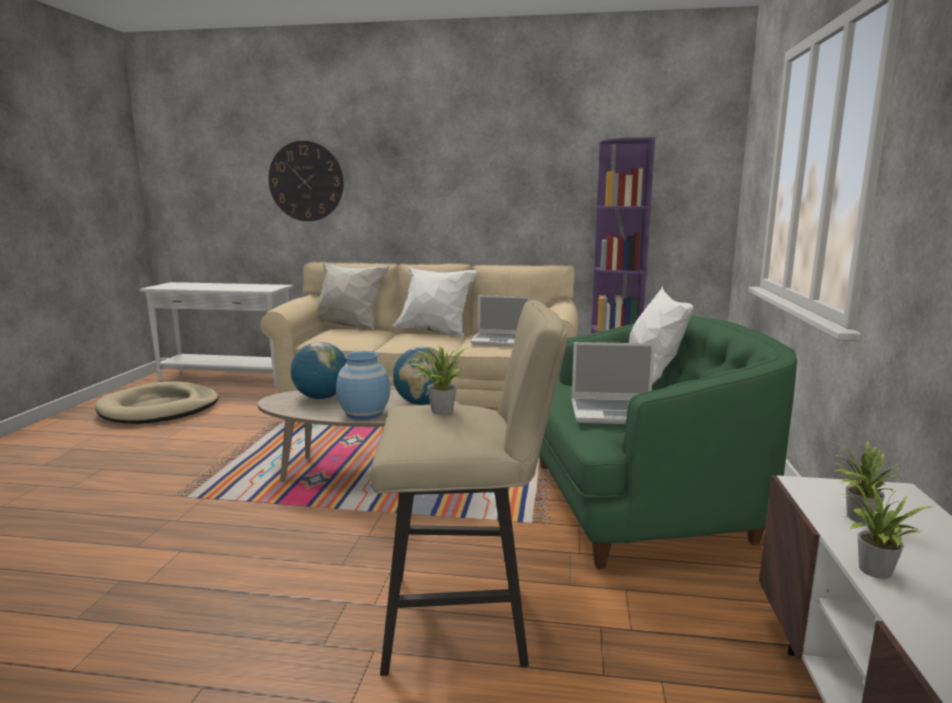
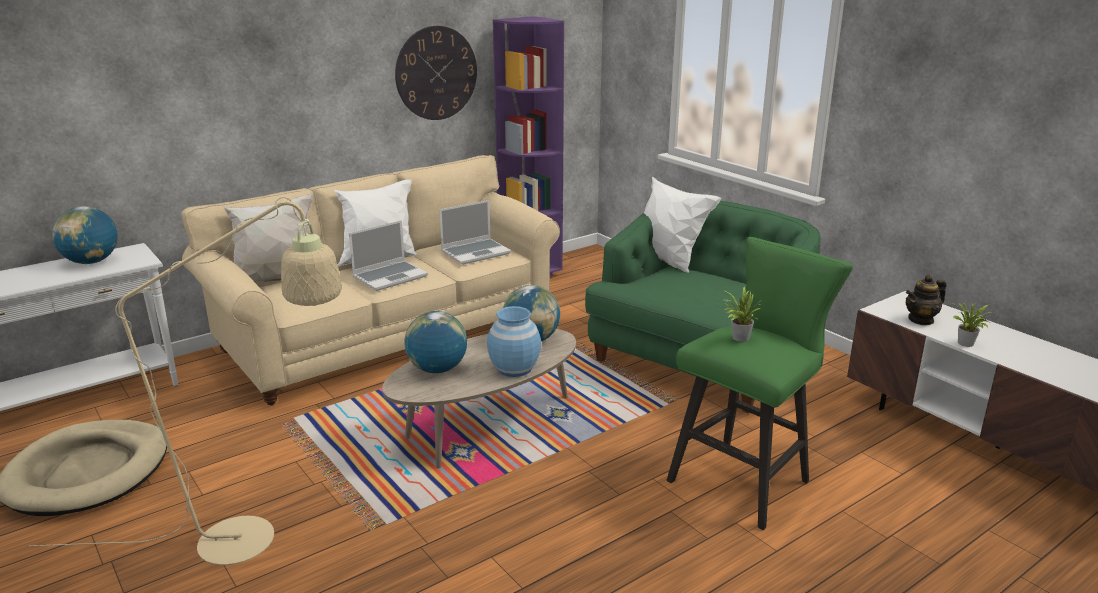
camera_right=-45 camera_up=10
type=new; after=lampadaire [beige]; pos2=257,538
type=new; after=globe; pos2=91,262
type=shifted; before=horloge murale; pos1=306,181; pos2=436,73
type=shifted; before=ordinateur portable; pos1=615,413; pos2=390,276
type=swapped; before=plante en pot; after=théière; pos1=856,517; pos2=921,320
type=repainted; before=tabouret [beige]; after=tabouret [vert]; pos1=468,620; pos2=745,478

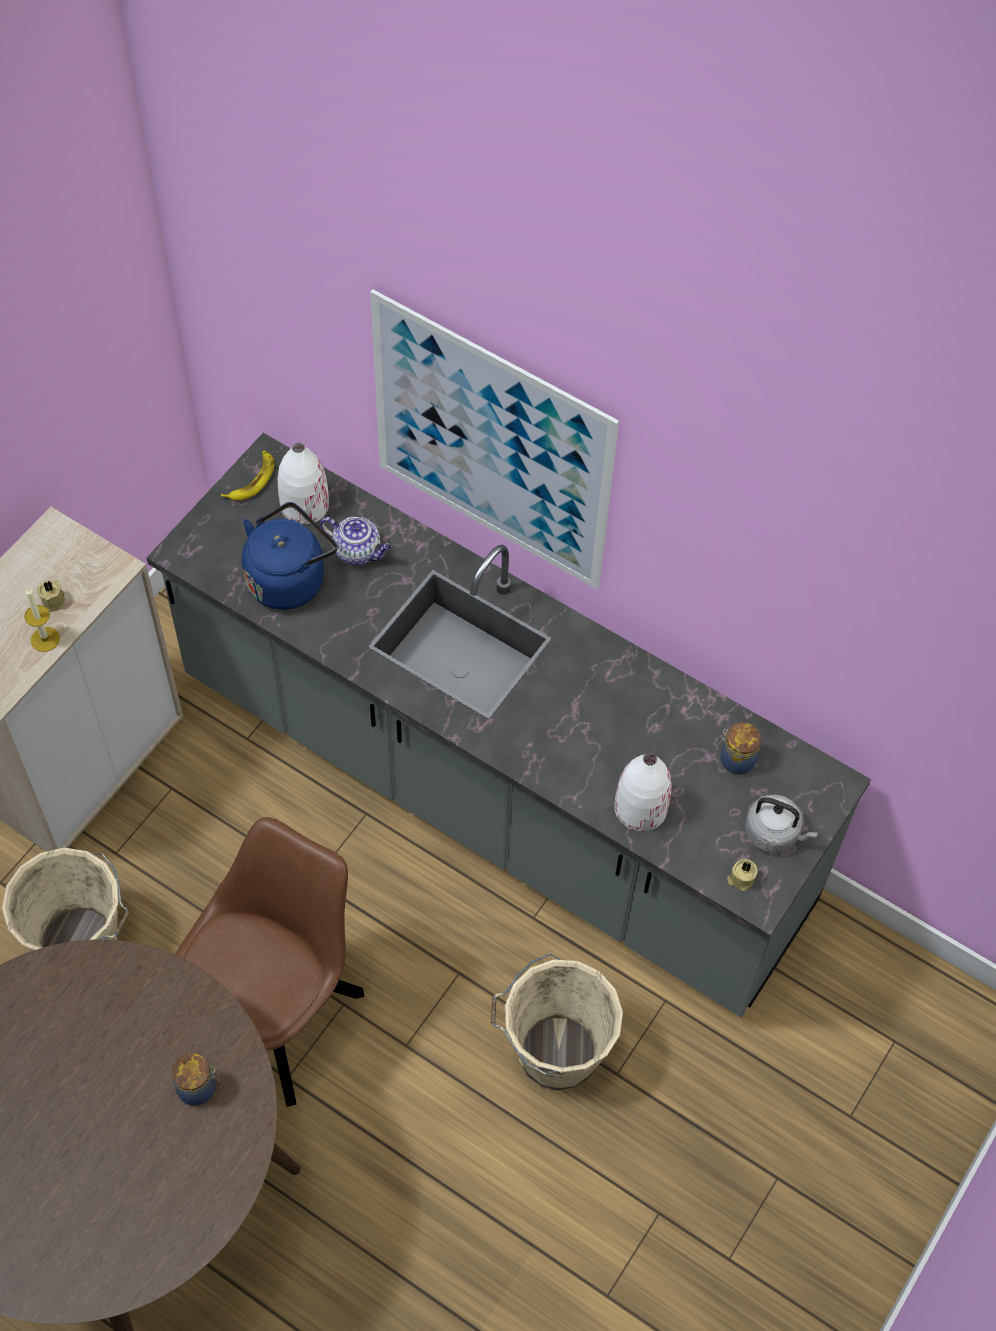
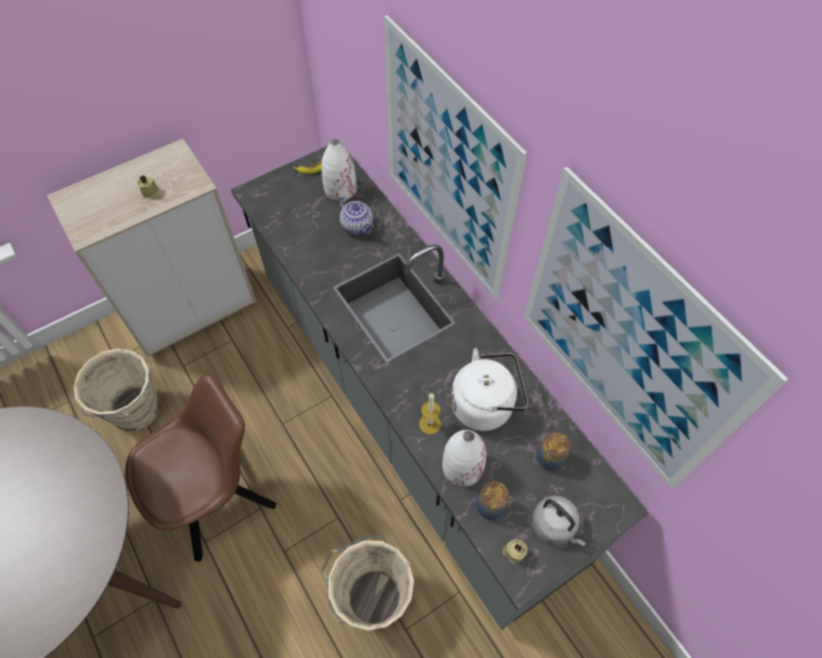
camera_right=25 camera_up=0
type=gone; before=bouilloire [bleu]; pos1=289,578
type=new; after=bouilloire [blanc]; pos2=485,404
type=new; after=tableau; pos2=625,339
type=shifted; before=bougie; pos1=45,639; pos2=430,424
type=shifted; before=bocal; pos1=199,1088; pos2=492,507

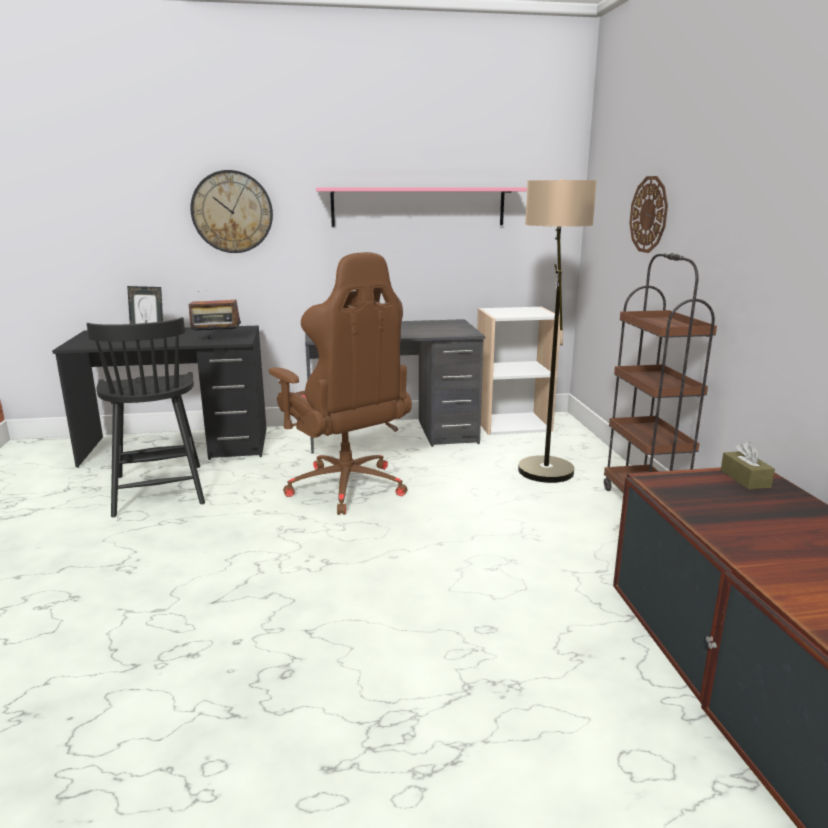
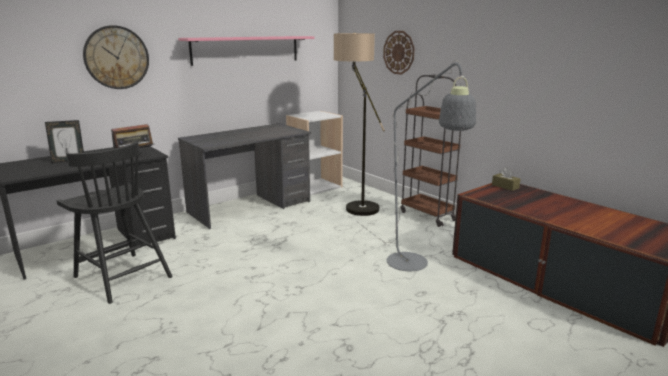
camera_right=-30 camera_up=0
type=gone; before=chaise de bureau [marron]; pos1=345,486
type=new; after=lampadaire [gris]; pos2=413,266

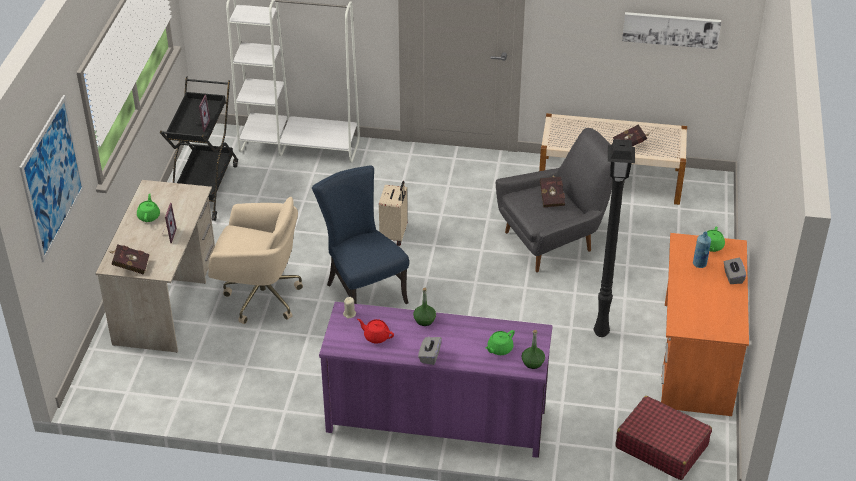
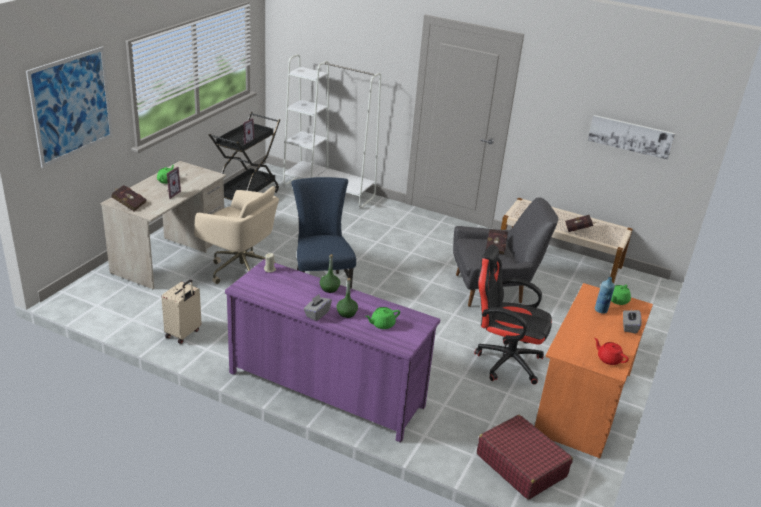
camera_right=15 camera_up=-10
type=shifted; before=théière [rouge]; pos1=376,336; pos2=608,359
type=shifted; before=valise [beige]; pos1=394,235; pos2=183,334
type=shifted; before=bouteille [vert]; pos1=532,363; pos2=346,313
type=swapped; before=lampadaire [noir]; after=chaise de bureau [noir]; pos1=600,332; pos2=503,361

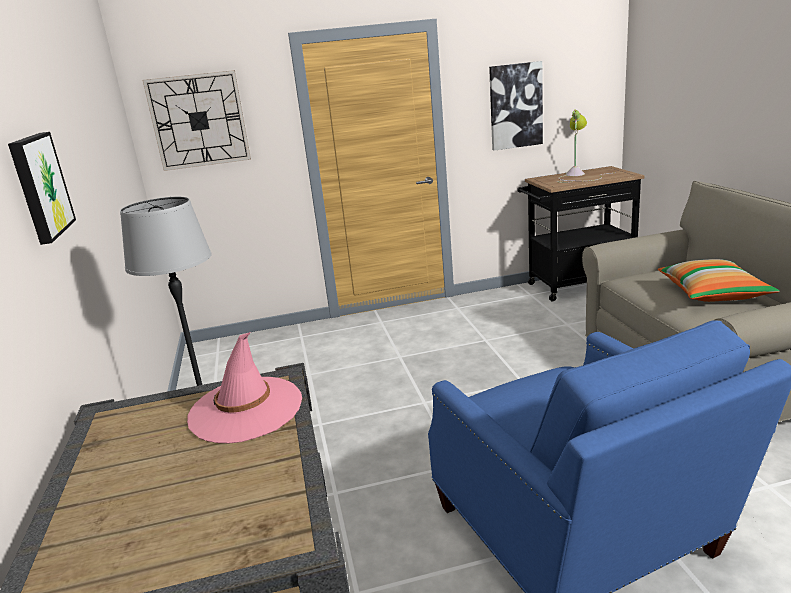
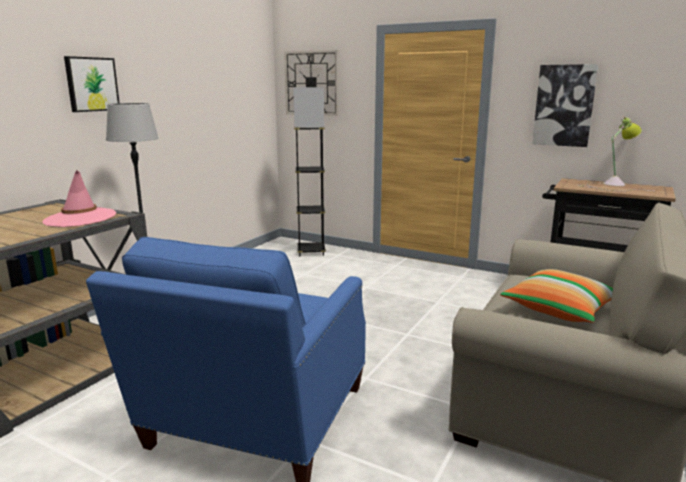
camera_right=40 camera_up=-5
type=new; after=lampadaire [gris]; pos2=311,252

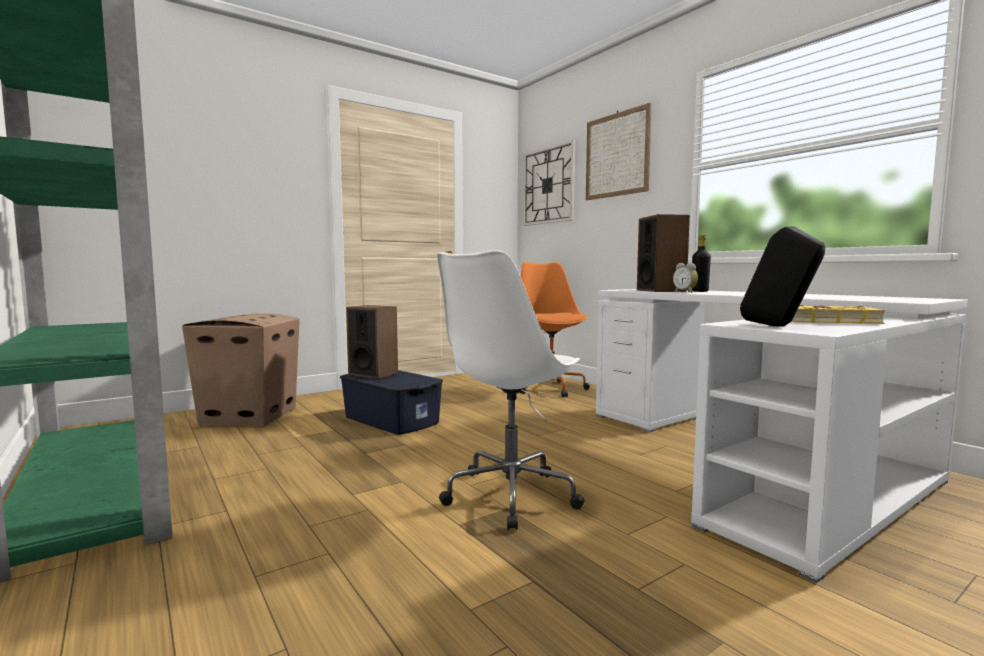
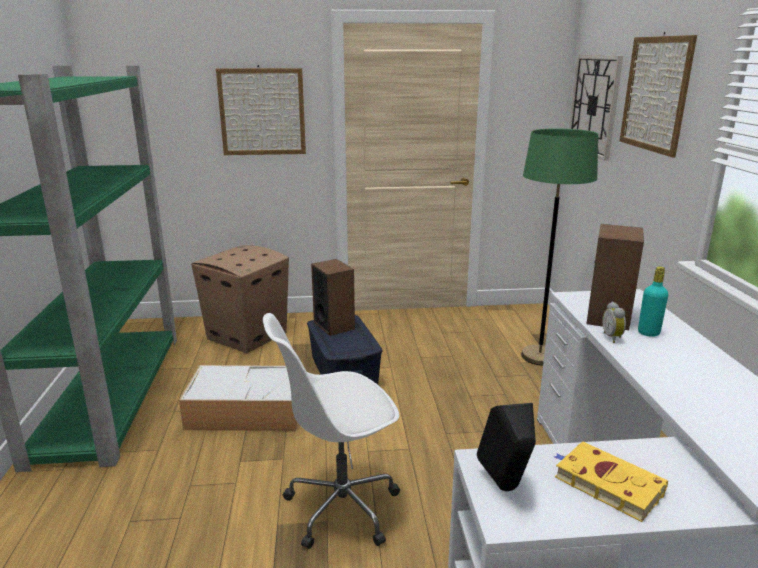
camera_right=30 camera_up=15
type=new; after=boîte de rangement; pos2=248,410
type=new; after=tableau; pos2=262,110
type=swapped; before=chaise de bureau [orange]; after=lampadaire [vert]; pos1=550,388; pos2=539,356
type=repainted; before=bouteille [noir]; after=bouteille [turquoise]; pos1=699,291; pos2=648,333

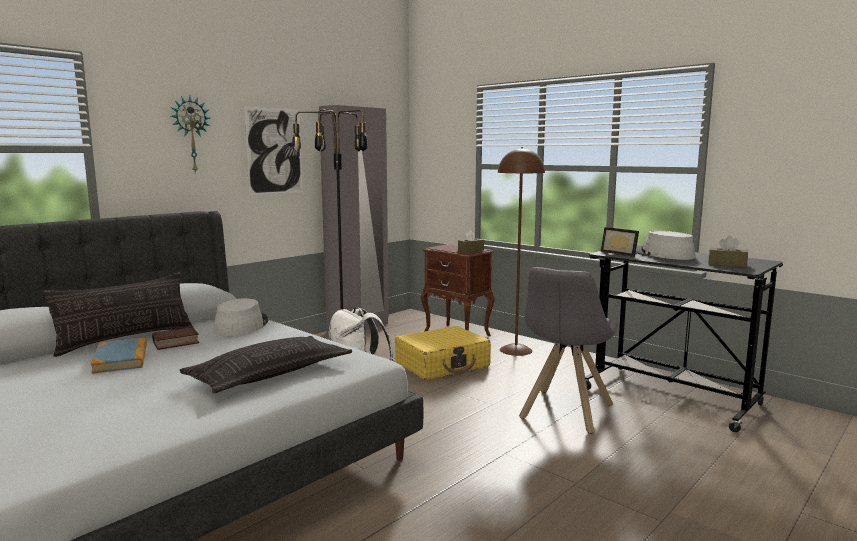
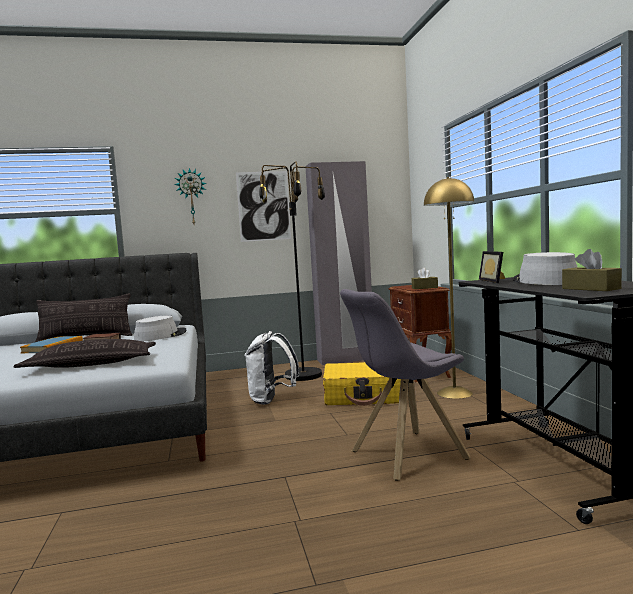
camera_right=35 camera_up=-5
type=repainted; before=lampadaire [marron]; after=lampadaire [jaune]; pos1=516,350; pos2=454,393

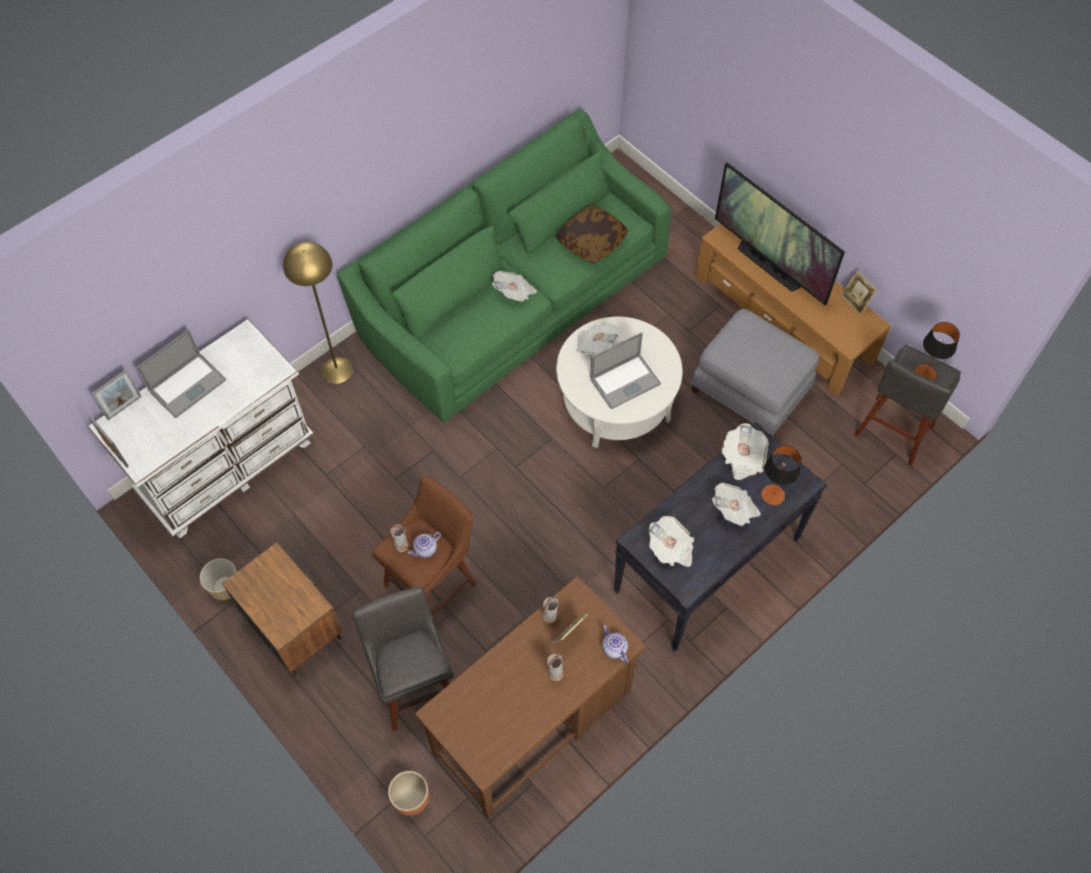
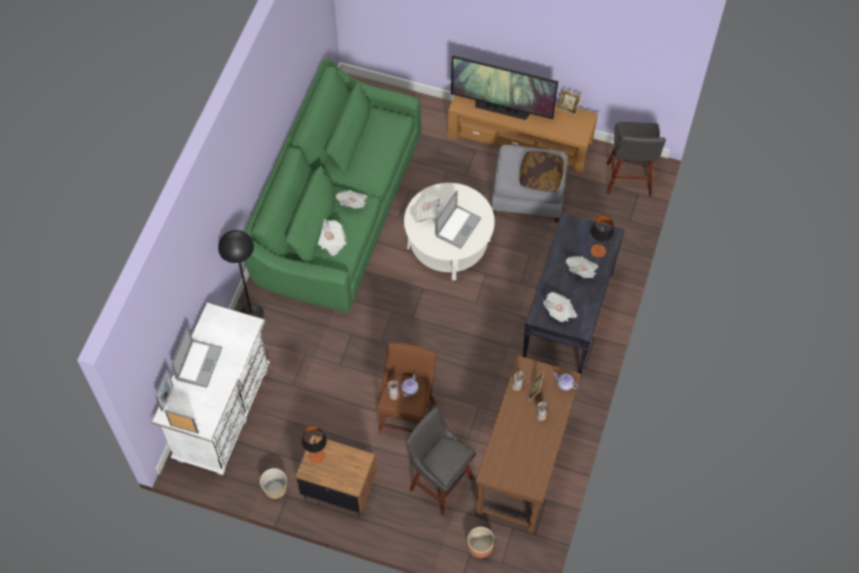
camera_right=-30 camera_up=0
type=shifted; before=coussin; pos1=591,241; pos2=541,176
type=shifted; before=journal; pos1=742,459; pos2=331,242
type=shifted; before=lampe de table; pos1=925,373; pos2=317,456
type=repainted; before=lampadaire [jaune]; after=lampadaire [noir]; pos1=337,370; pos2=251,314

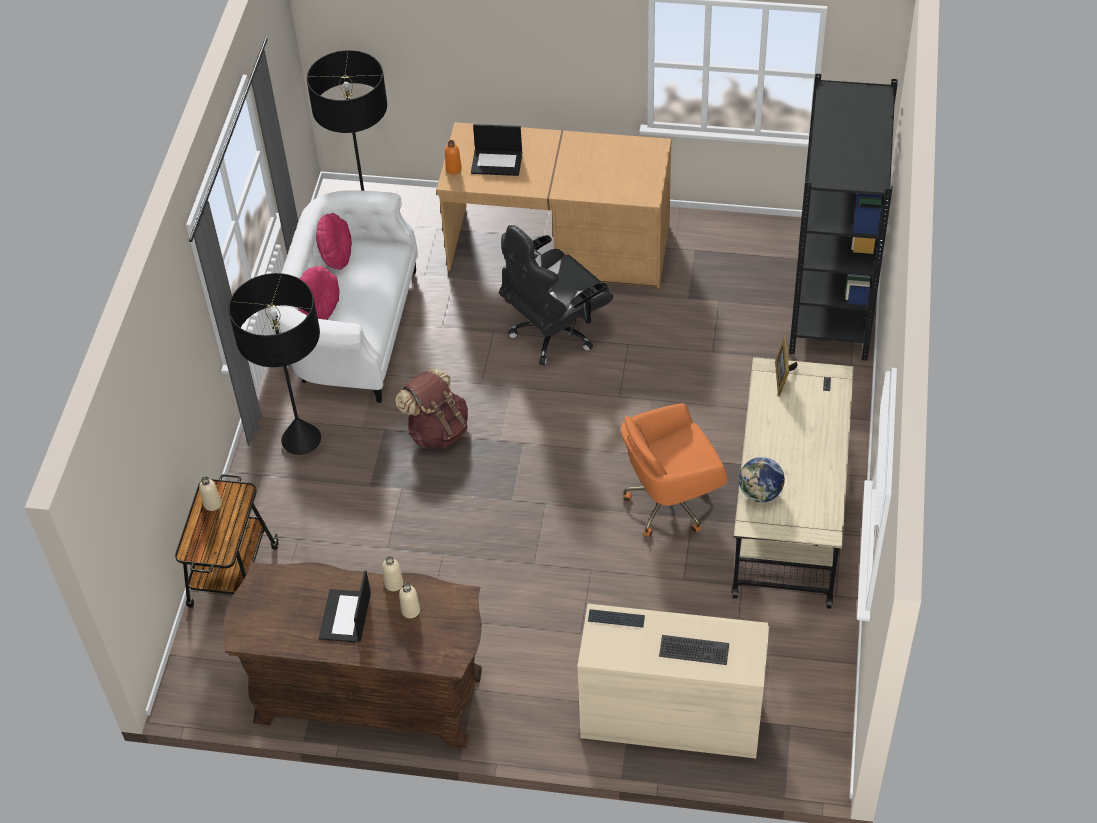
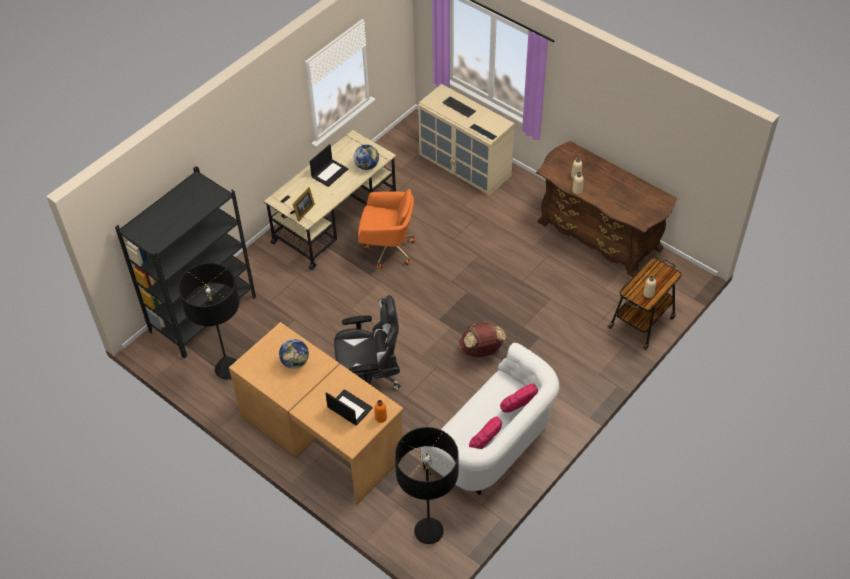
camera_right=-150 camera_up=0
type=new; after=globe; pos2=295,362
type=shifted; before=lampadaire [noir]; pos1=302,442; pos2=228,370
type=shifted; before=ordinateur portable; pos1=346,617; pos2=329,172

